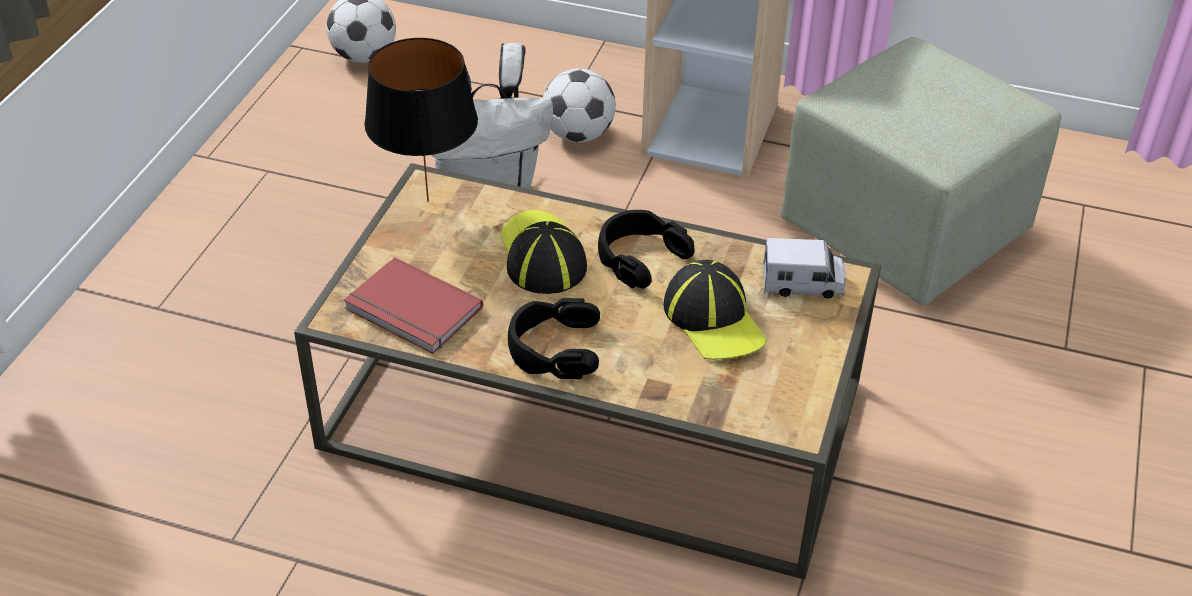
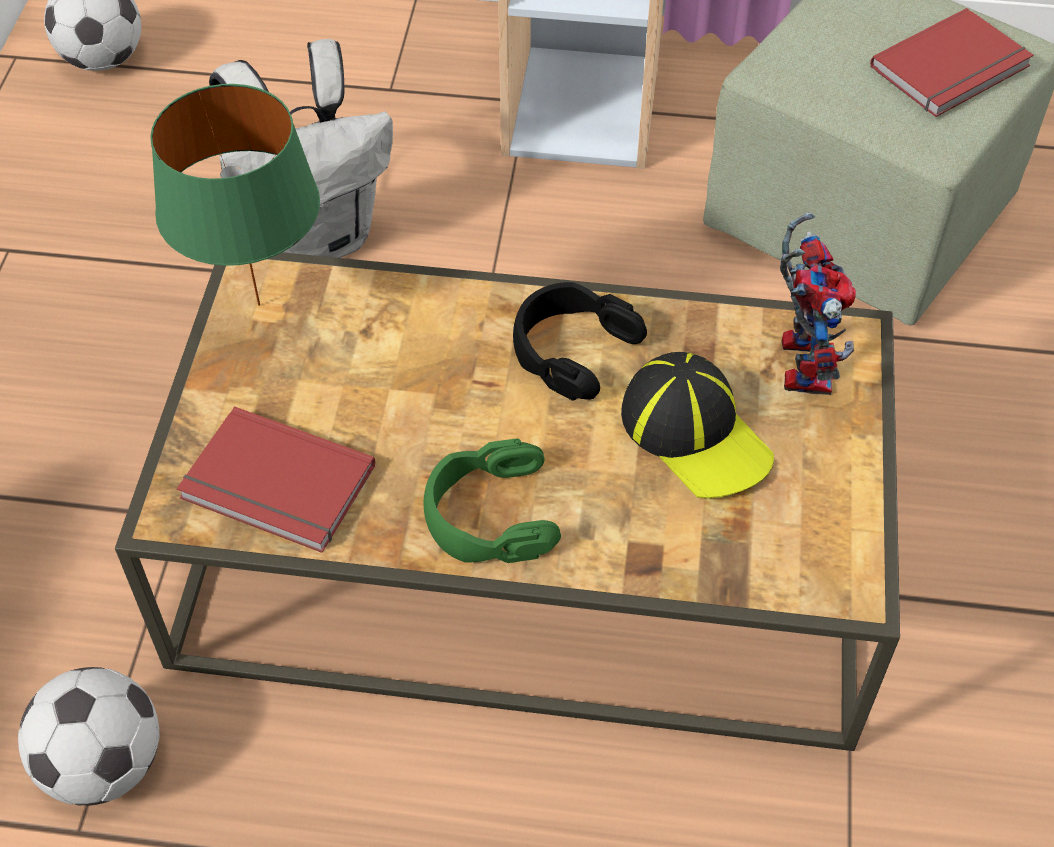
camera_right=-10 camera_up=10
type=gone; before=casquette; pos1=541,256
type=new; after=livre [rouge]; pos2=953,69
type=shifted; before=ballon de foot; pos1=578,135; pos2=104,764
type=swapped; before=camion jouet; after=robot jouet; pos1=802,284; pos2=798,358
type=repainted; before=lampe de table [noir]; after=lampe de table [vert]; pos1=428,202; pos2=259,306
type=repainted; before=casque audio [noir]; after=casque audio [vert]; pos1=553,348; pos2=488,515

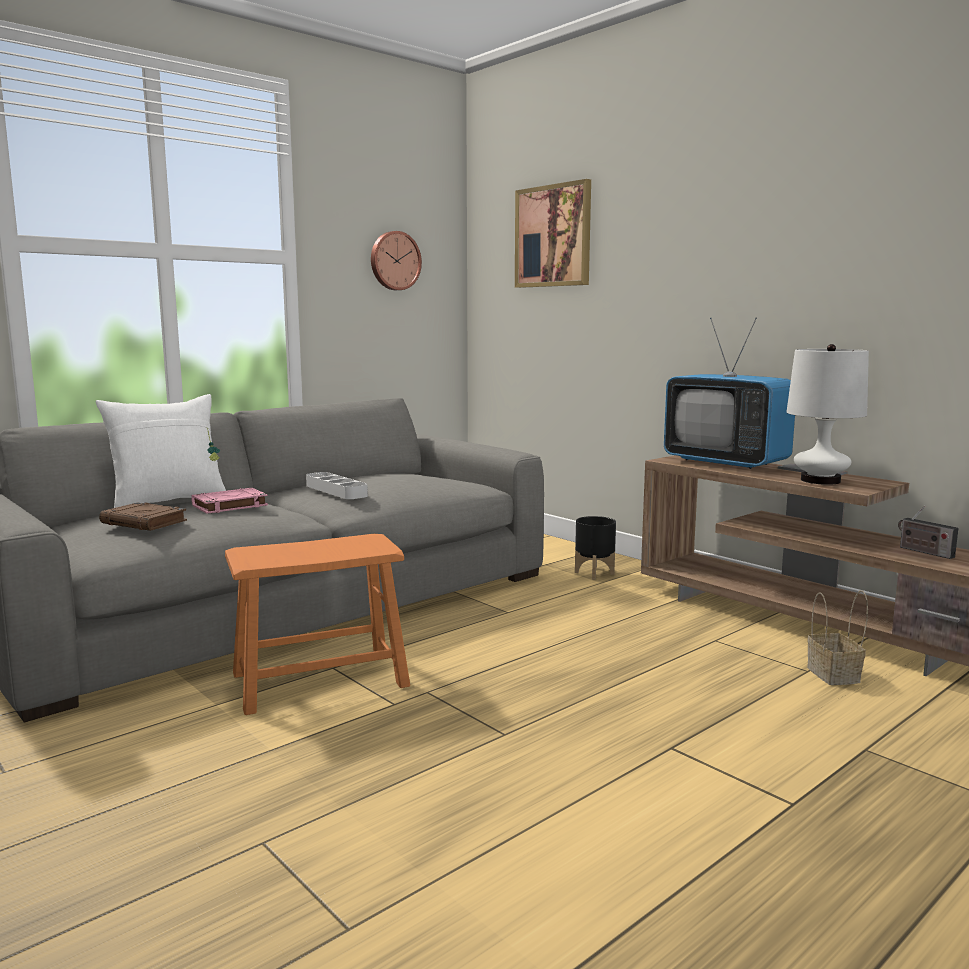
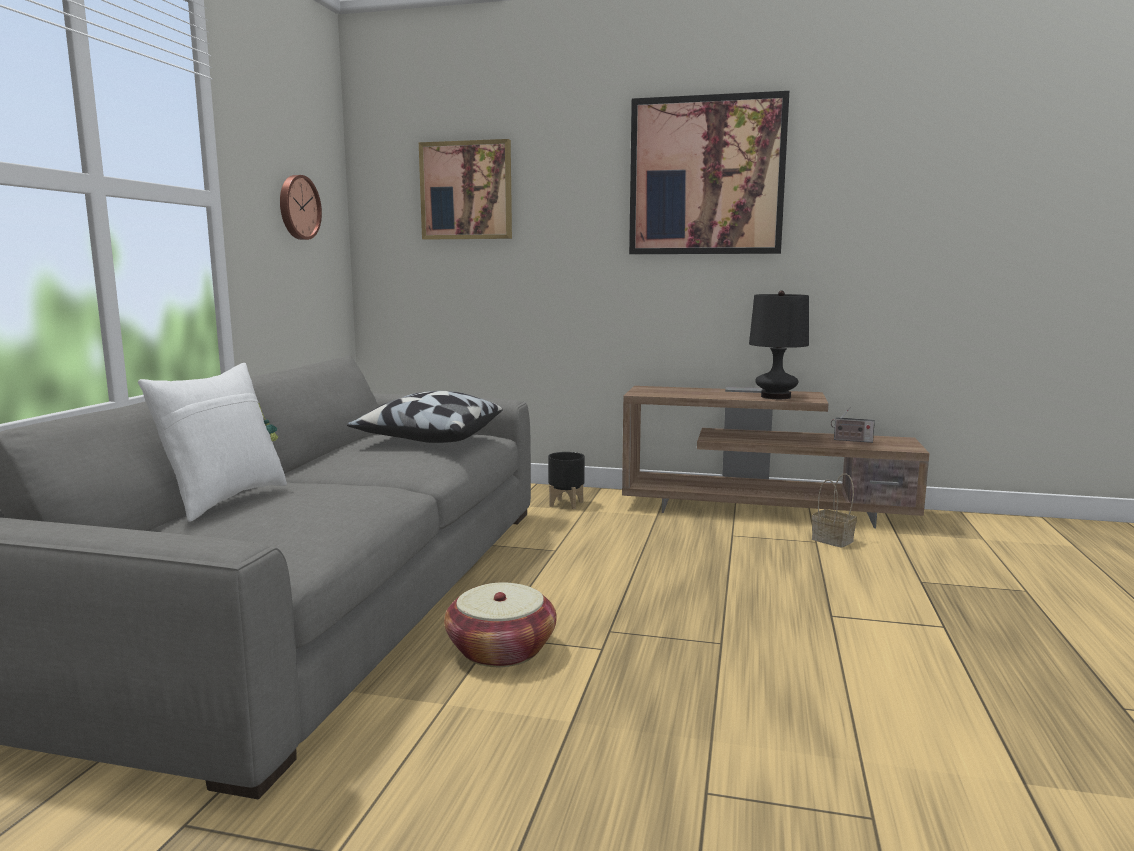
camera_right=-35 camera_up=0
type=gone; before=livre [marron]; pos1=145,522
type=gone; before=livre [rose]; pos1=229,506
type=gone; before=plateau [gris]; pos1=336,490
type=gone; before=téléviseur; pos1=726,462
type=new; after=coussin; pos2=428,439
type=new; after=tableau; pos2=706,176
type=swapped; before=tabouret [orange]; after=panier; pos1=319,679; pos2=501,650
type=repainted; before=lampe de table [blanc]; after=lampe de table [noir]; pos1=820,480; pos2=775,397

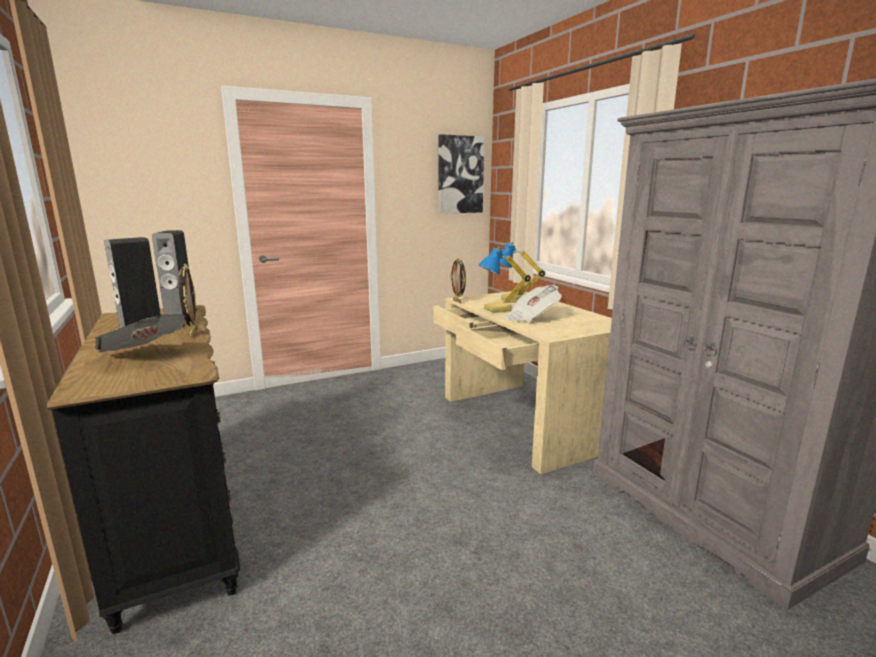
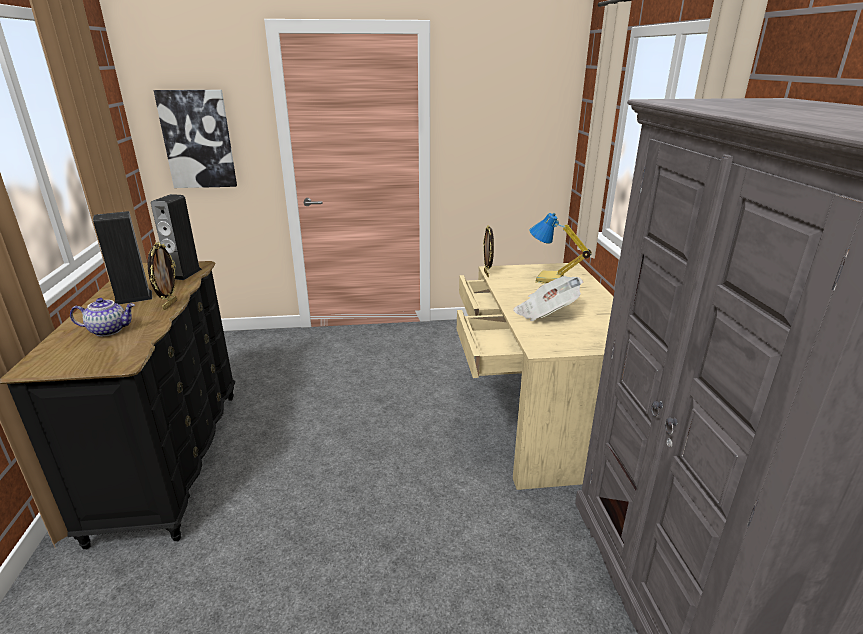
camera_right=20 camera_up=10
type=gone; before=lampe de table; pos1=498,310
type=shifted; before=tableau; pos1=460,175; pos2=198,139
type=swapped; before=journal; after=théière; pos1=145,356; pos2=109,330

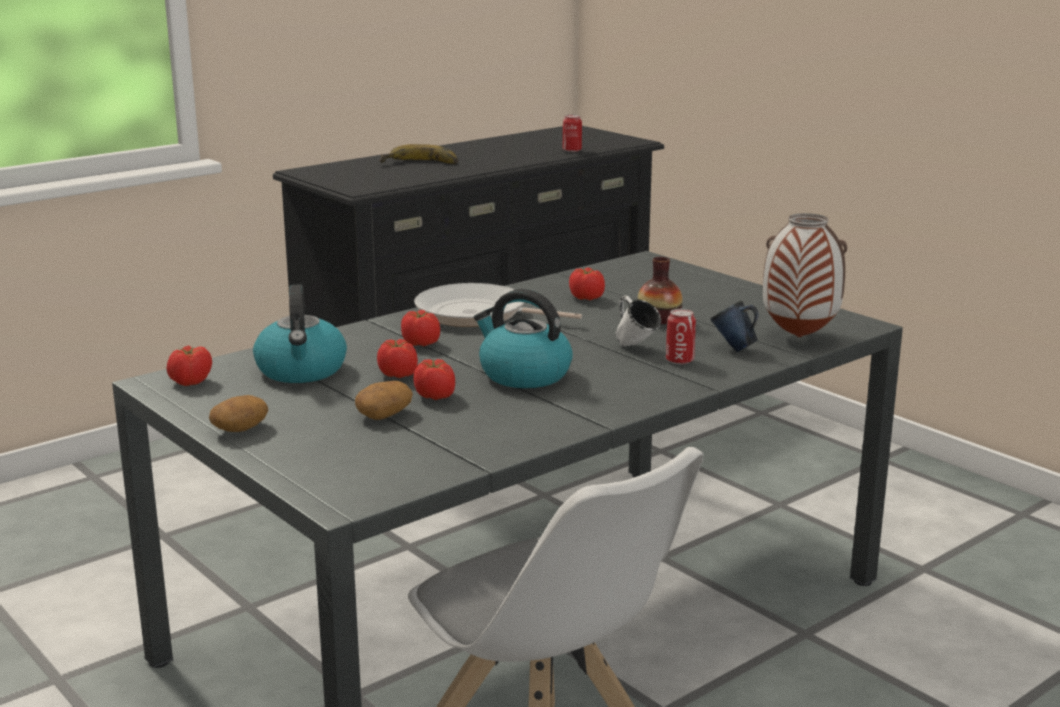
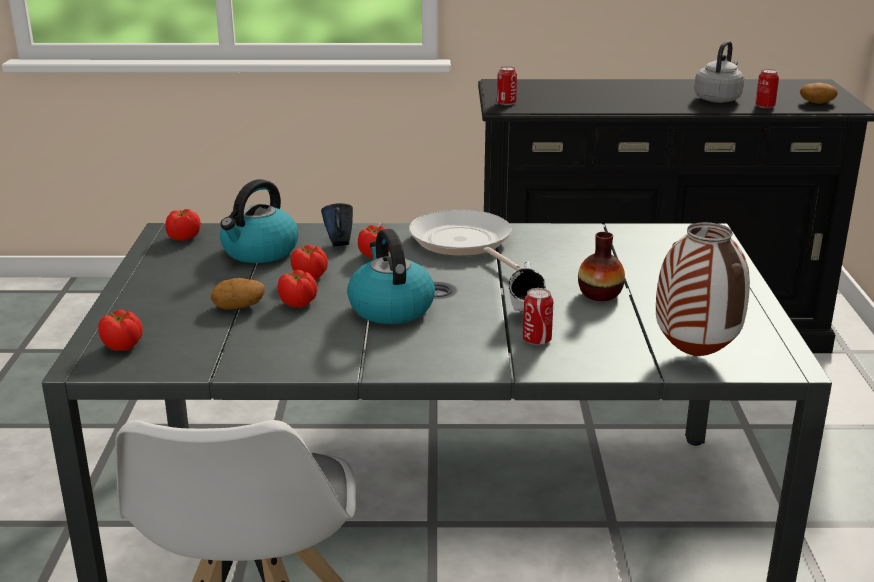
camera_right=40 camera_up=5
type=gone; before=banane; pos1=420,164
type=new; after=boîte métallique; pos2=506,103
type=new; after=bouilloire [gris]; pos2=718,99
type=shifted; before=pomme de terre; pos1=240,429; pos2=817,103
type=shifted; before=tomate; pos1=586,298; pos2=123,346
type=shifted; before=mug [bleu]; pos1=734,349; pos2=338,243

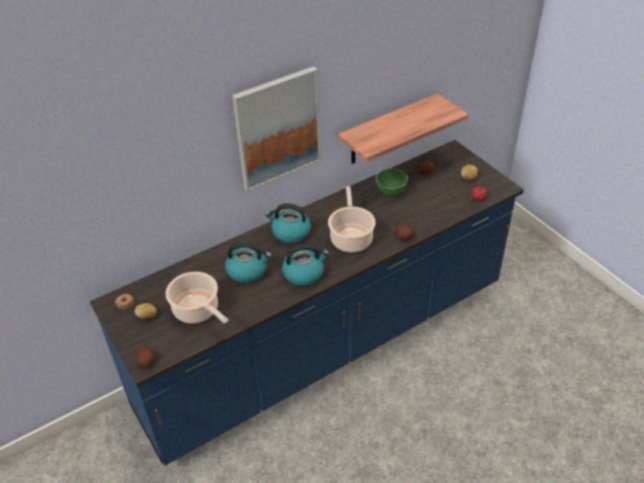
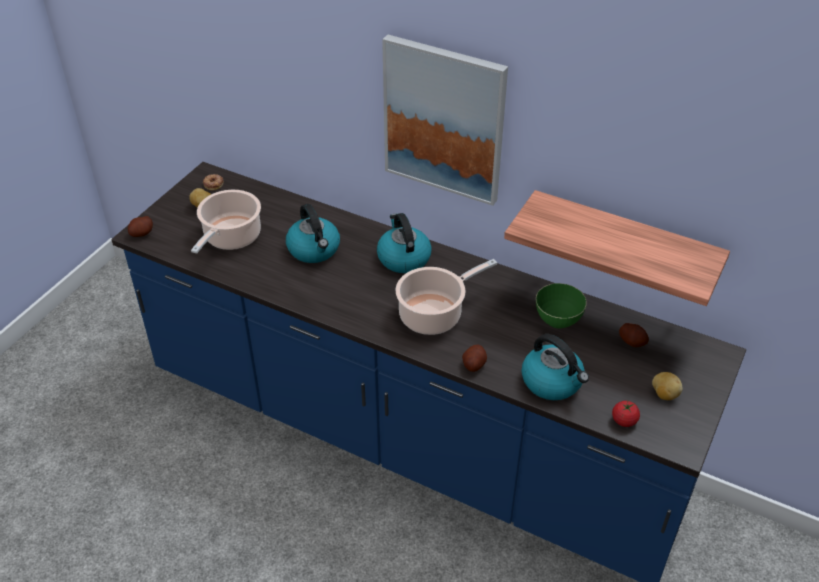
camera_right=60 camera_up=0
type=shifted; before=bouilloire; pos1=304,274; pos2=553,382

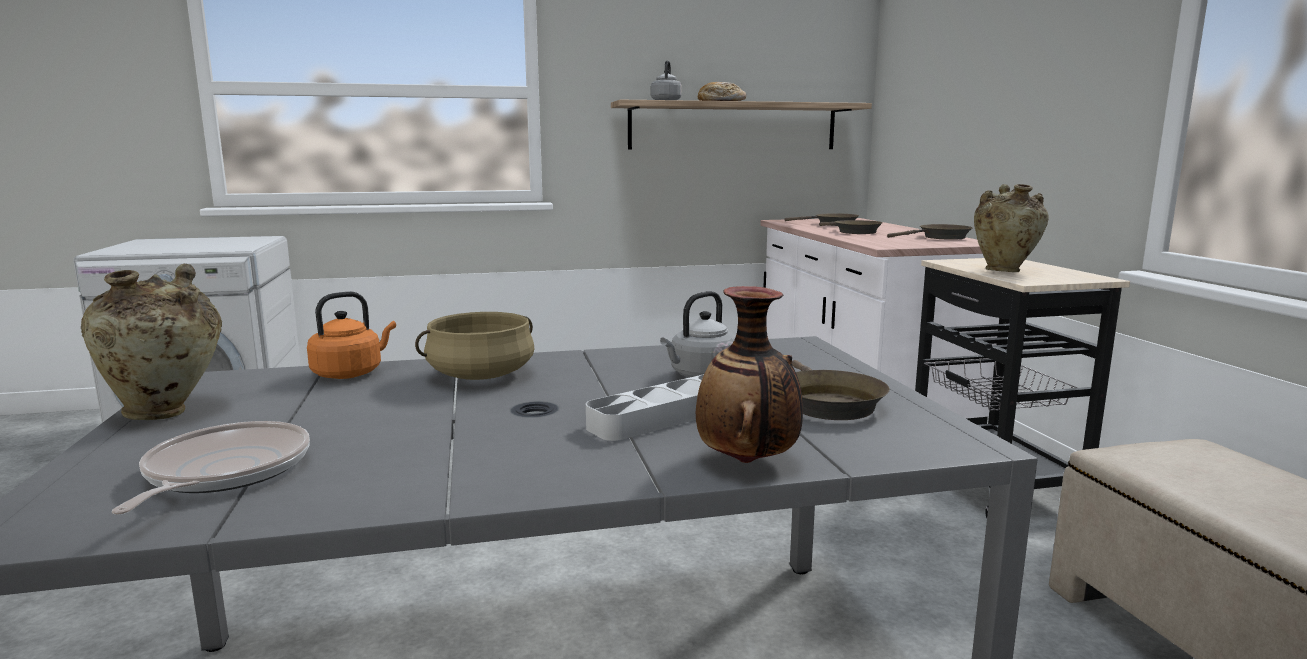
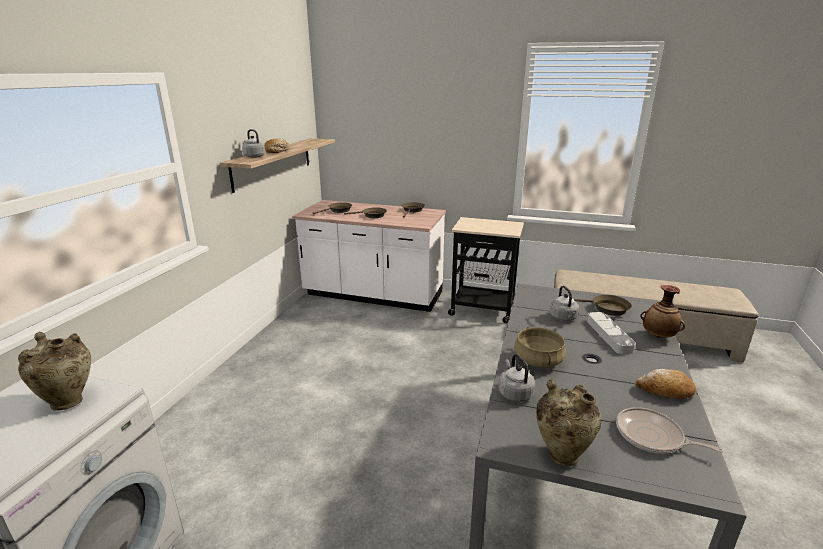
camera_right=-60 camera_up=10
type=new; after=pain; pos2=665,391
type=shifted; before=vase [beige]; pos1=1004,271; pos2=69,401
type=repainted; before=bouilloire [orange]; after=bouilloire [gris]; pos1=351,373; pos2=514,393

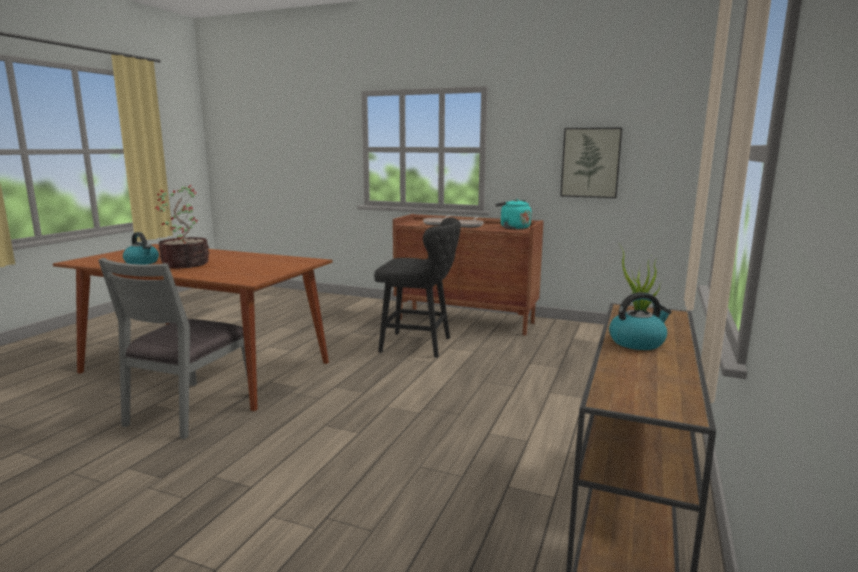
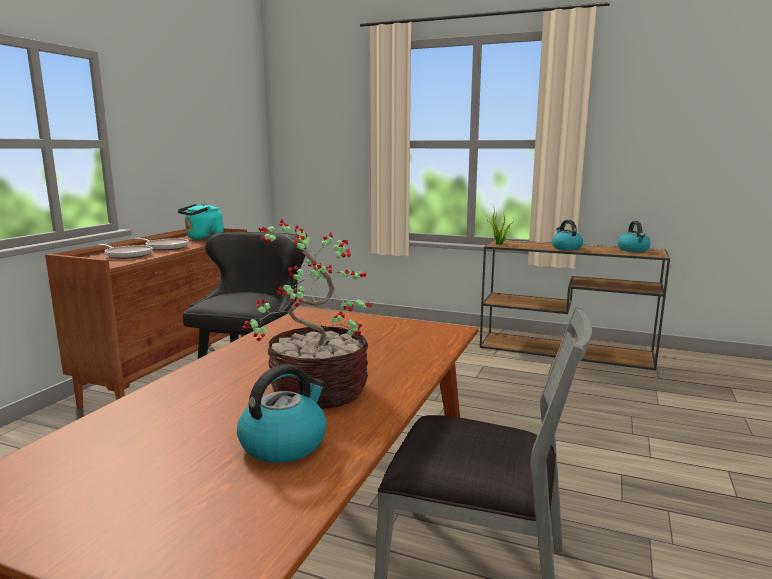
camera_right=-90 camera_up=0
type=gone; before=tableau; pos1=590,162
type=new; after=bouilloire; pos2=633,250

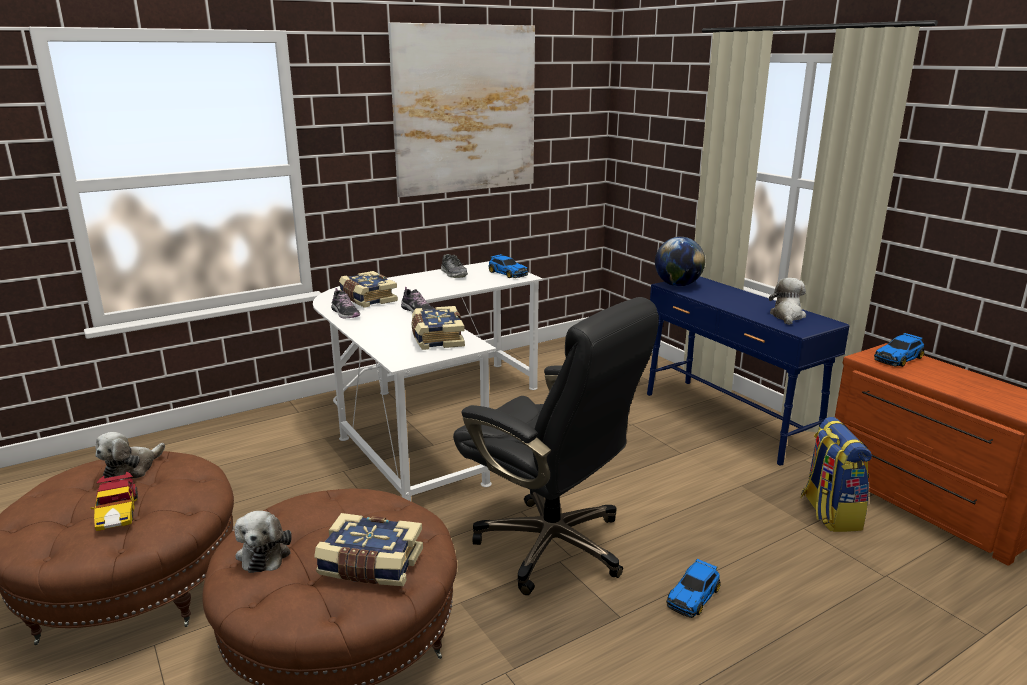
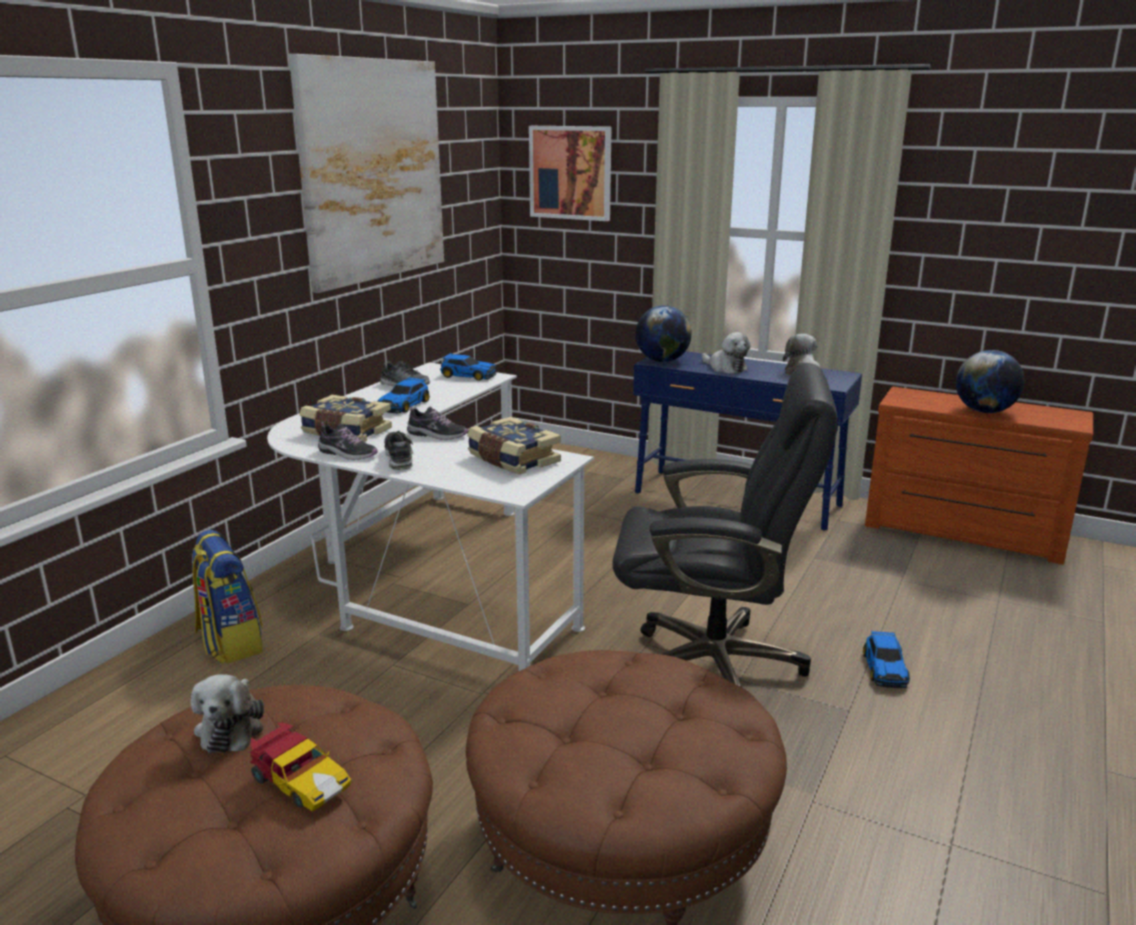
camera_right=-30 camera_up=0
type=gone; before=livre; pos1=370,565
type=new; after=chaussure; pos2=398,458
type=new; after=tableau; pos2=570,172
type=new; after=globe; pos2=984,411
type=shifted; before=peluche; pos1=265,552; pos2=725,368
type=shifted; before=sac à dos; pos1=829,513; pos2=230,643
type=shifted; before=petite voiture; pos1=898,358; pos2=405,405

